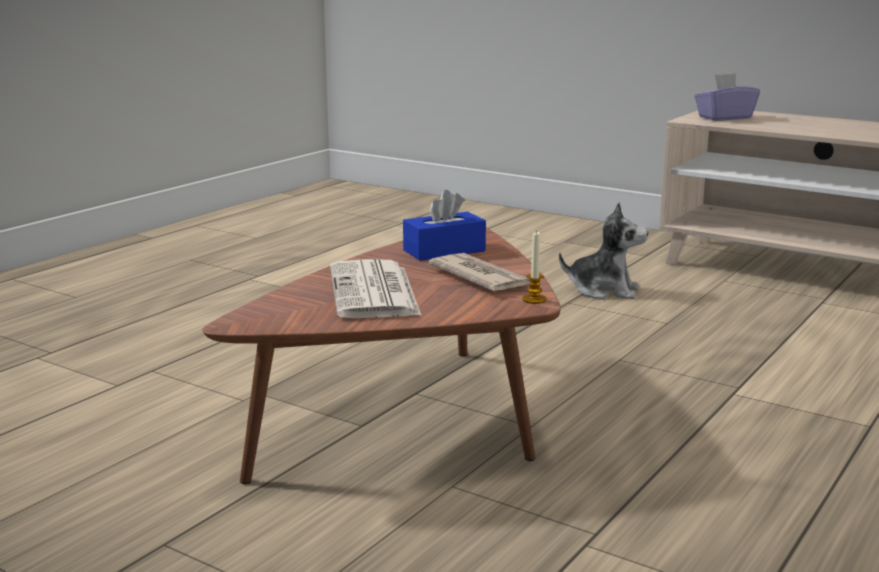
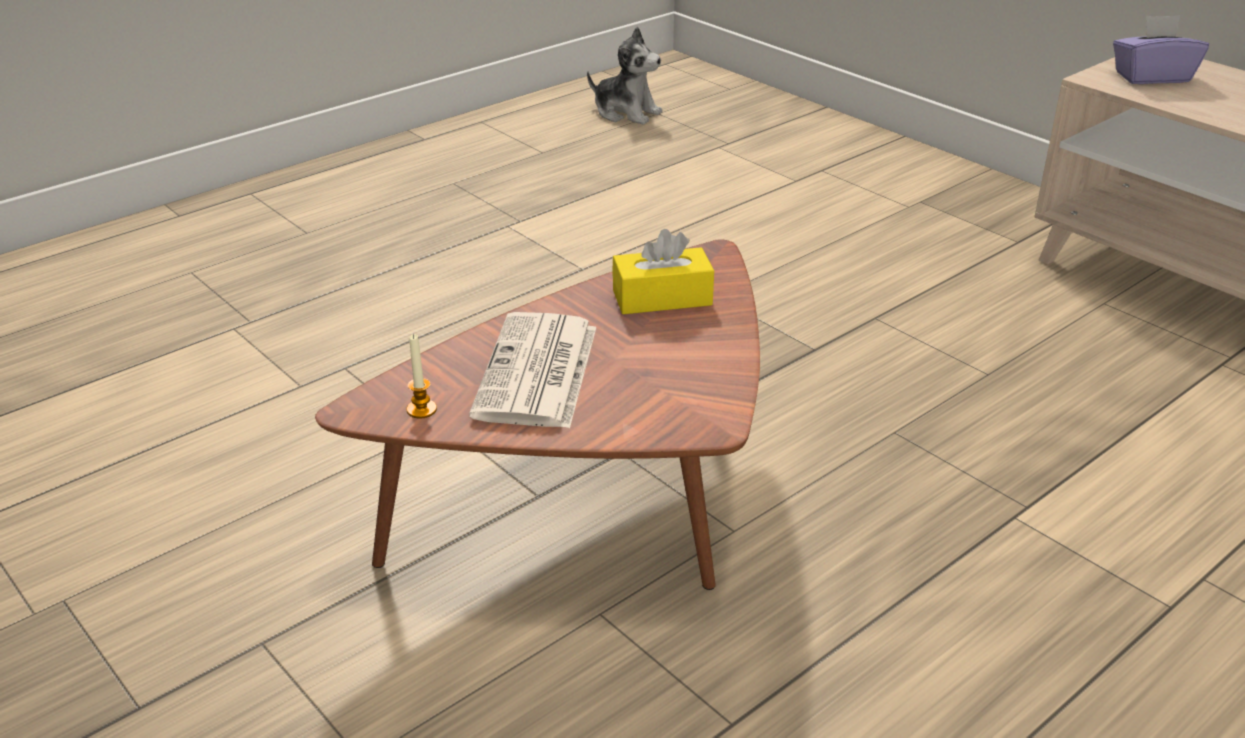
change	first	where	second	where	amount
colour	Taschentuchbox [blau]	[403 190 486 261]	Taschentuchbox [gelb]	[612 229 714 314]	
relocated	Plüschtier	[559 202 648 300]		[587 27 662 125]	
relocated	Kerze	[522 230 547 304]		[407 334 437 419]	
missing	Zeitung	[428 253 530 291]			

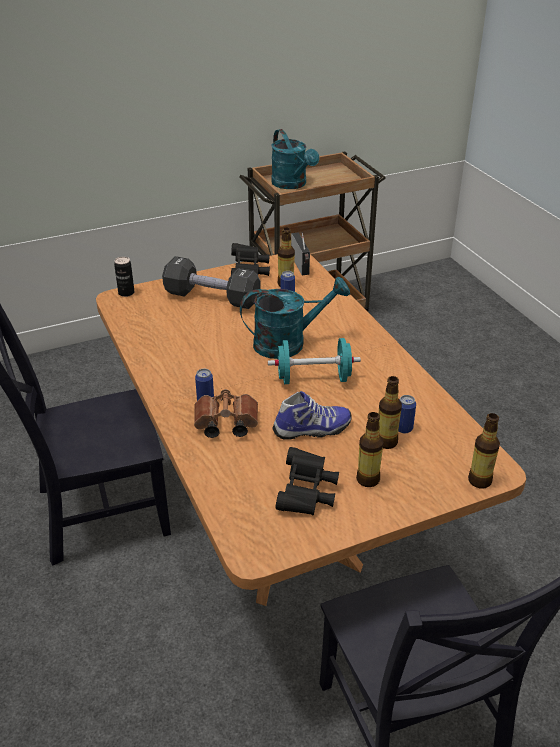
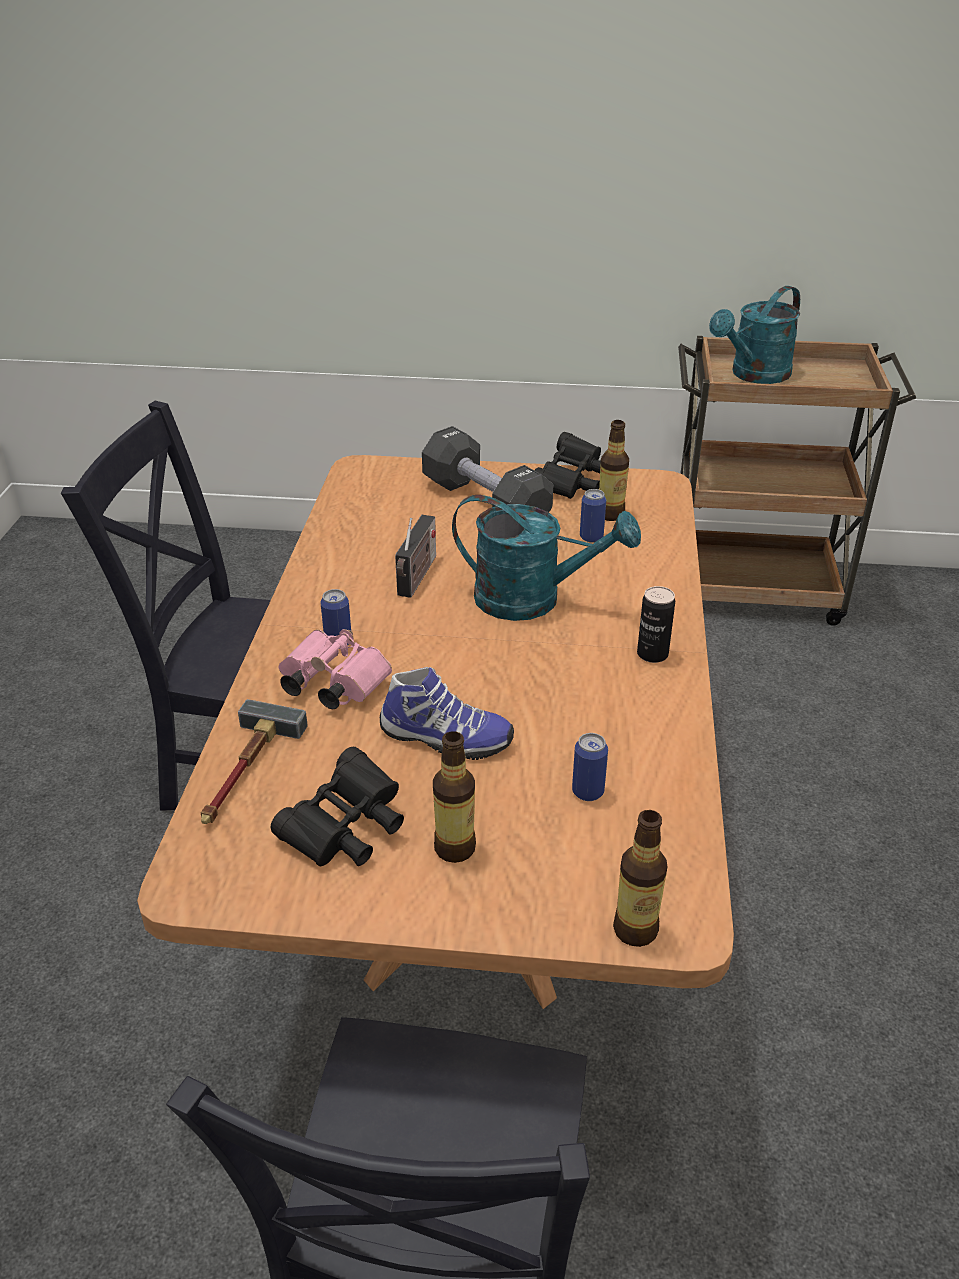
change	first	where	second	where	amount
spun	Gießkanne [türkis]	[271 129 319 189]		[709 286 800 384]	45 degrees clockwise
relocated	Radio	[291 232 310 275]		[395 515 436 598]	
relocated	Dose	[114 257 134 297]		[637 586 675 663]	
missing	Hantel [türkis]	[268 338 361 384]			
missing	Flasche	[379 376 402 449]			
colour	Fernglas [braun]	[194 389 258 438]	Fernglas [rosa]	[279 629 392 709]	
appeared			Hammer	[201 699 308 824]	

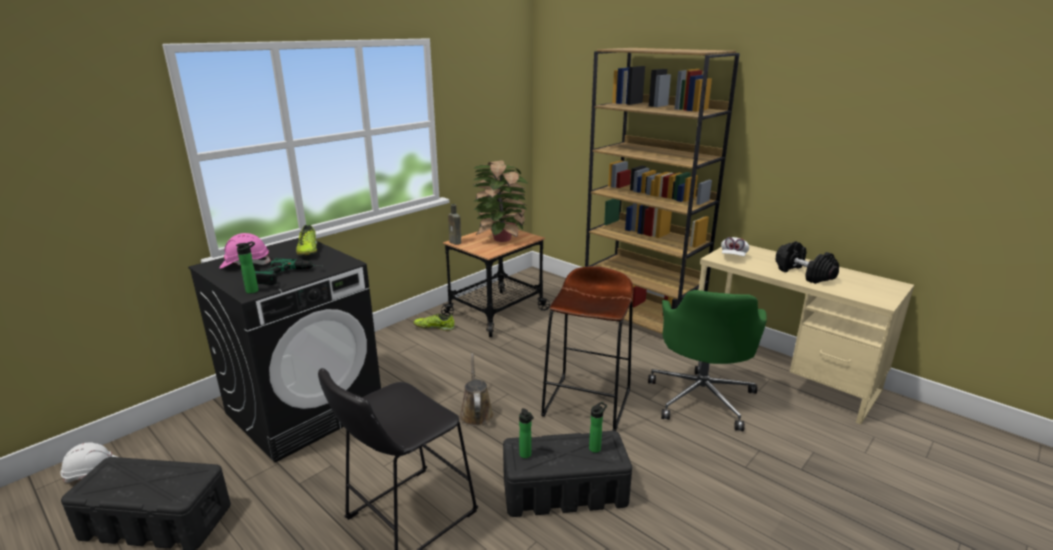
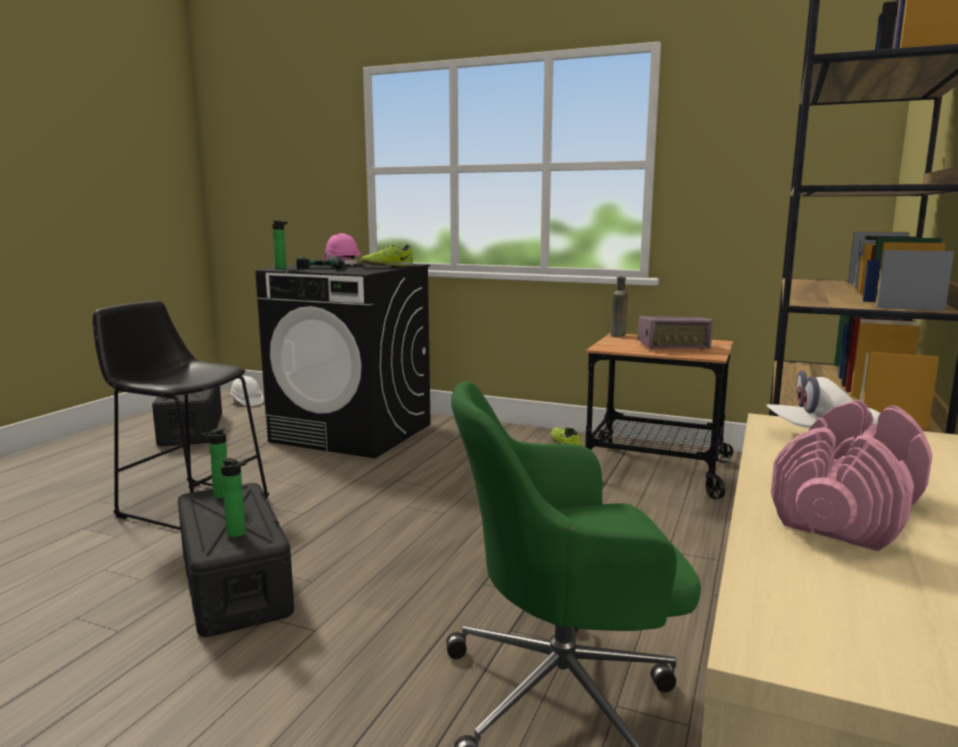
change	first	where	second	where	amount
exchanged	Topfpflanze	[473 160 528 242]	Radio	[637 316 713 349]	
colour	Hantel [schwarz]	[776 241 839 284]	Hantel [rosa]	[771 400 932 551]	
missing	Hocker [braun]	[541 266 633 431]			
missing	Gießkanne [braun]	[459 353 494 426]			

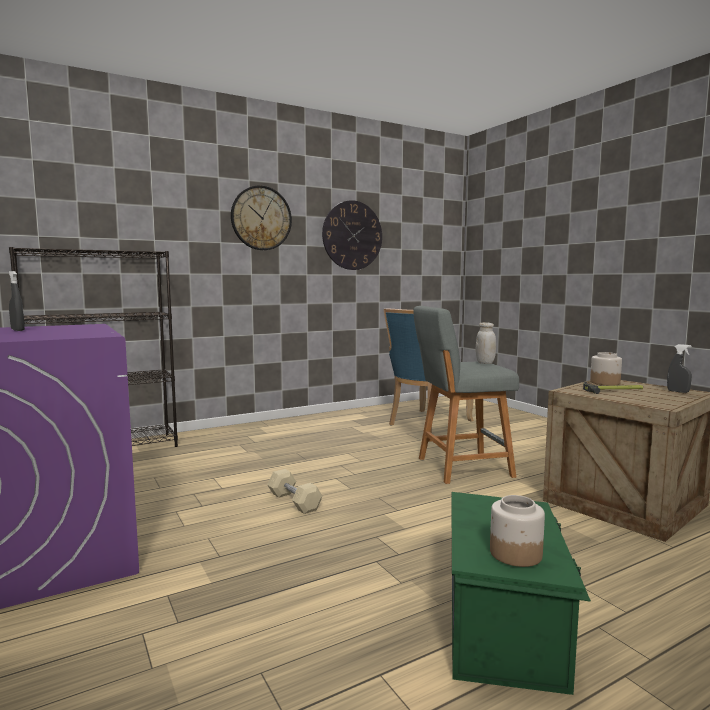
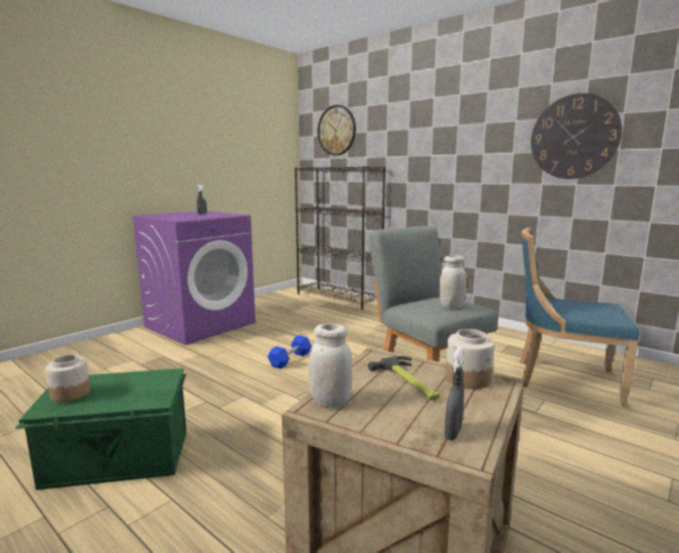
change	first	where	second	where	amount
relocated	Wanduhr	[231 185 292 250]		[318 105 356 156]	
colour	Hantel [beige]	[267 469 323 514]	Hantel [blau]	[268 335 312 369]	
appeared			Vorratsglas [weiß]	[309 323 352 408]	

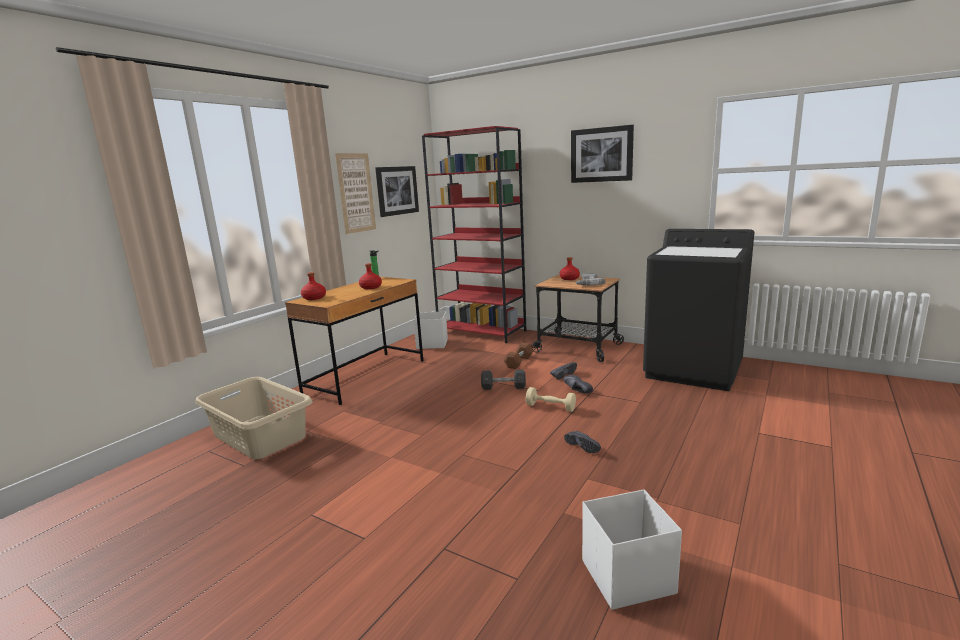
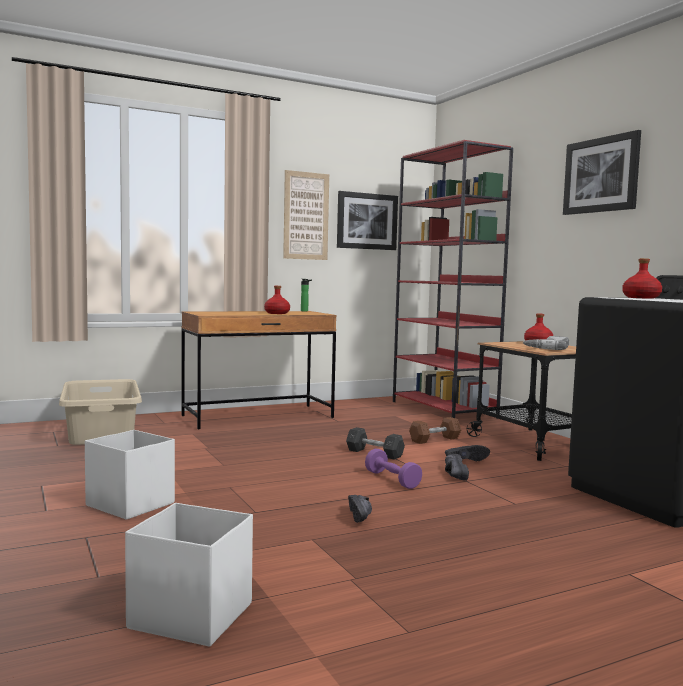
change	first	where	second	where	amount
relocated	Flasche [rot]	[301 272 326 300]		[622 258 662 299]	
relocated	Aufbewahrungsbox [weiß]	[414 312 448 349]		[85 430 175 520]	
colour	Hantel [beige]	[526 387 576 412]	Hantel [lila]	[365 449 422 489]	

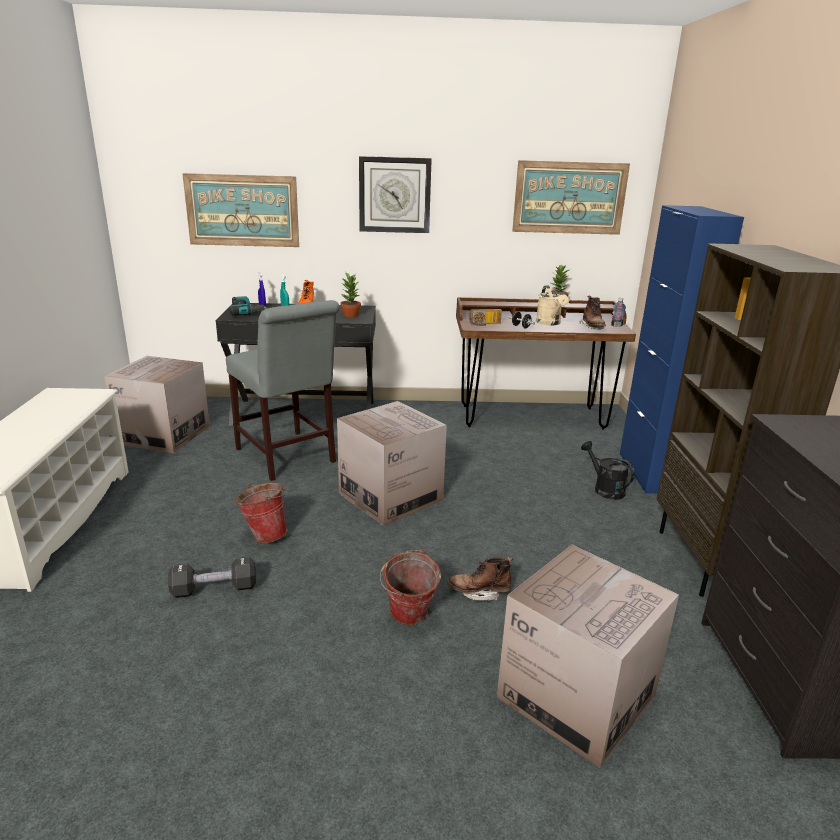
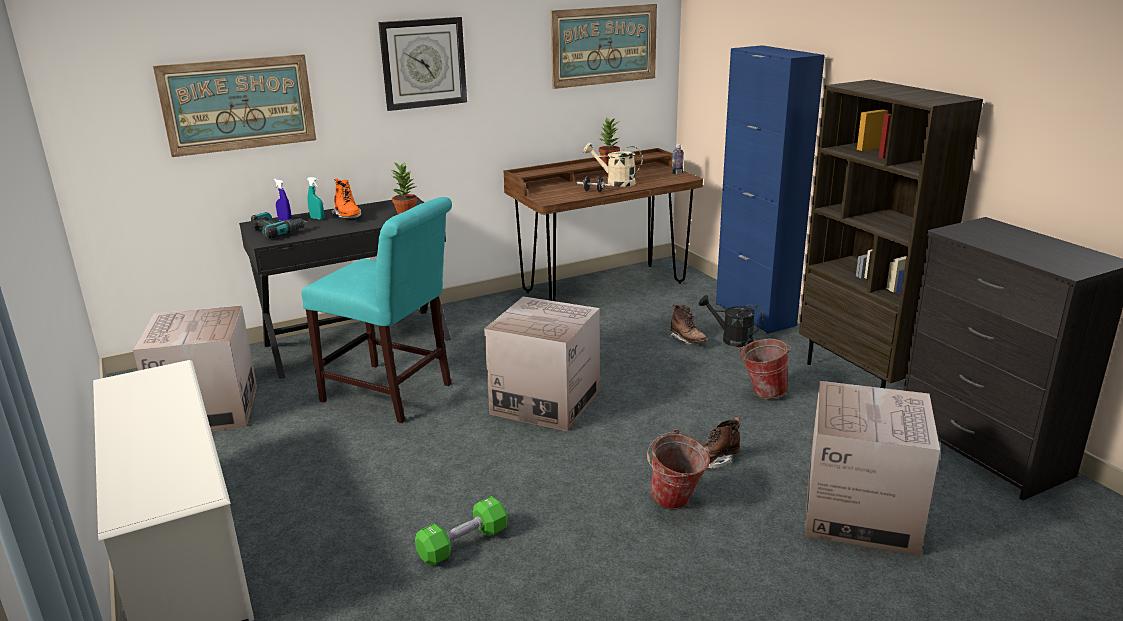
change	first	where	second	where	amount
spun	Gießkanne [beige]	[536 285 569 325]		[583 143 643 187]	150 degrees clockwise
relocated	Stiefel [braun]	[580 295 606 330]		[670 304 708 345]	
colour	Stuhl [grau]	[226 300 339 481]	Stuhl [türkis]	[301 197 452 423]	
missing	Radio	[469 309 502 326]			
relocated	Eimer	[235 482 288 543]		[739 338 791 399]	
colour	Hantel [schwarz]	[168 557 256 598]	Hantel [grün]	[415 496 507 566]	

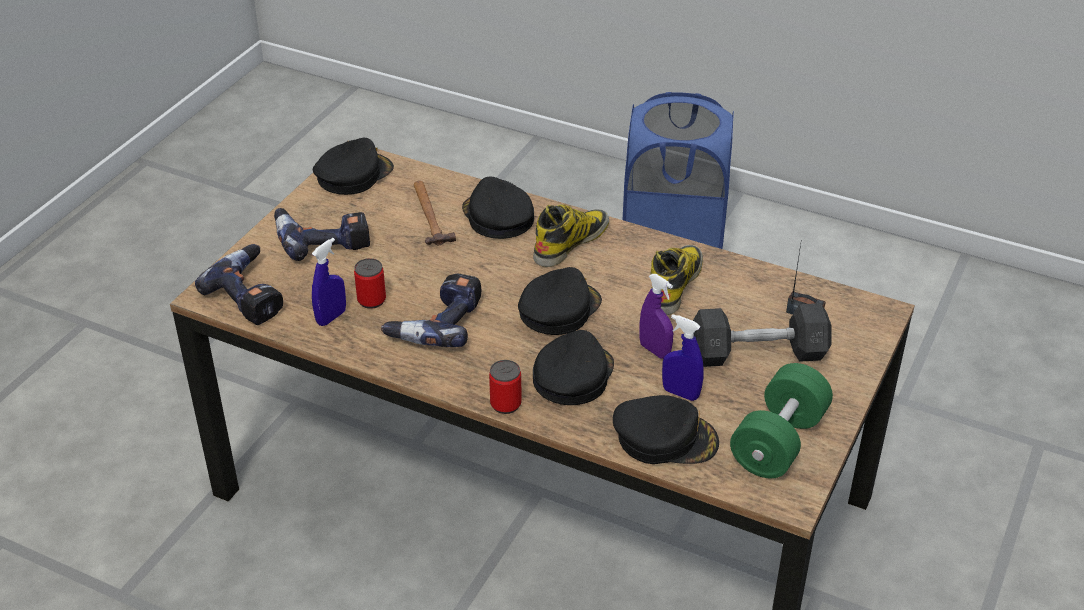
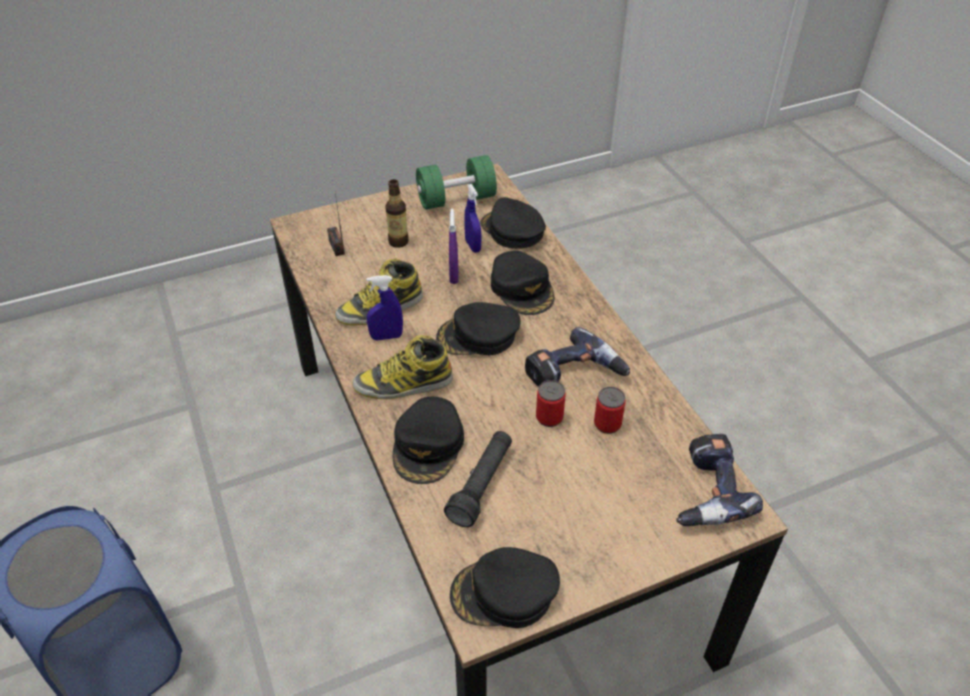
change	first	where	second	where	amount
exchanged	Hammer	[414 181 456 245]	Taschenlampe [schwarz]	[444 431 512 527]	
missing	Bohrmaschine	[274 208 370 261]			
relocated	Sprühflasche [blau]	[312 238 346 326]		[366 275 403 341]	
exchanged	Hantel [grau]	[693 303 832 367]	Flasche	[385 179 409 248]	
spun	Kappe [schwarz]	[533 330 614 405]		[491 251 554 315]	90 degrees counterclockwise
relocated	Dose	[489 360 522 414]		[536 380 566 427]	

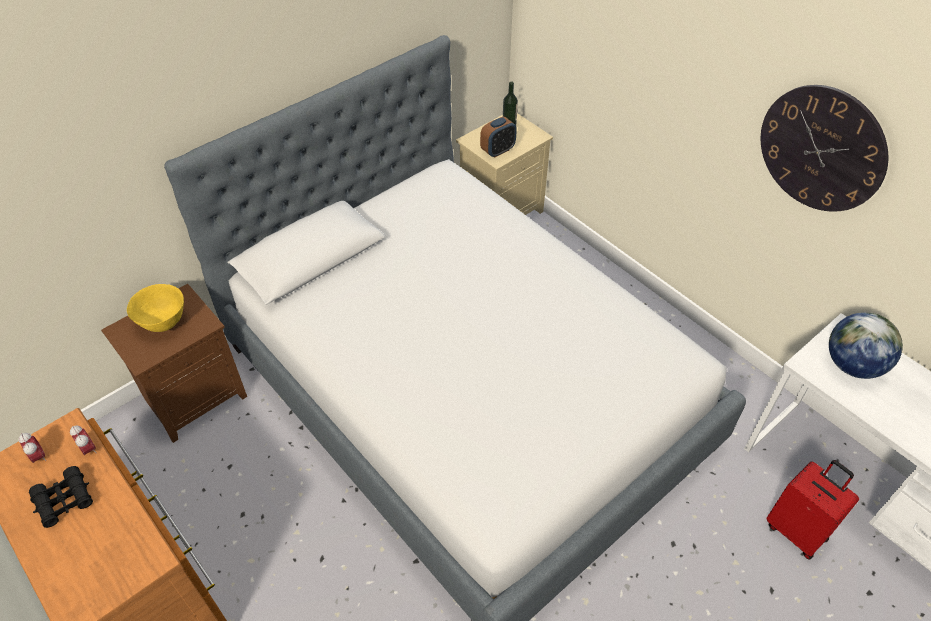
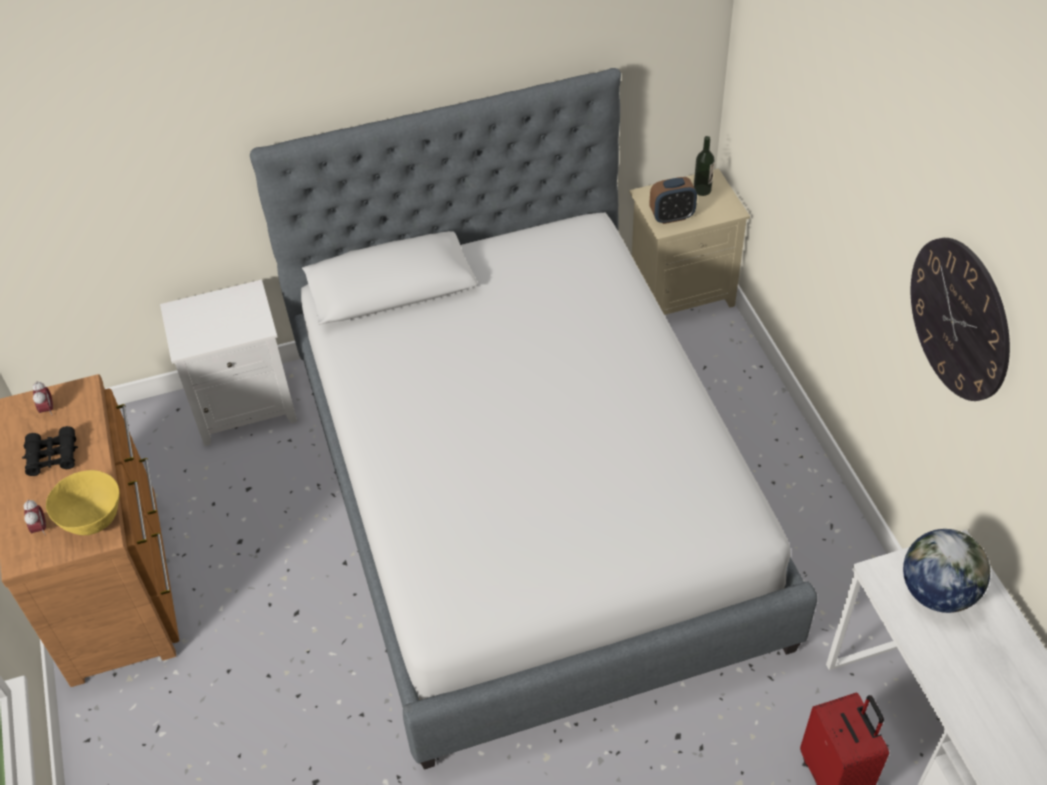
change	first	where	second	where	amount
colour	Nachttisch [braun]	[101 284 247 443]	Nachttisch [weiß]	[160 280 297 446]	
relocated	Schüssel [gelb]	[127 284 184 332]		[46 470 120 535]	
relocated	Wecker	[70 426 97 455]		[24 500 46 535]	

